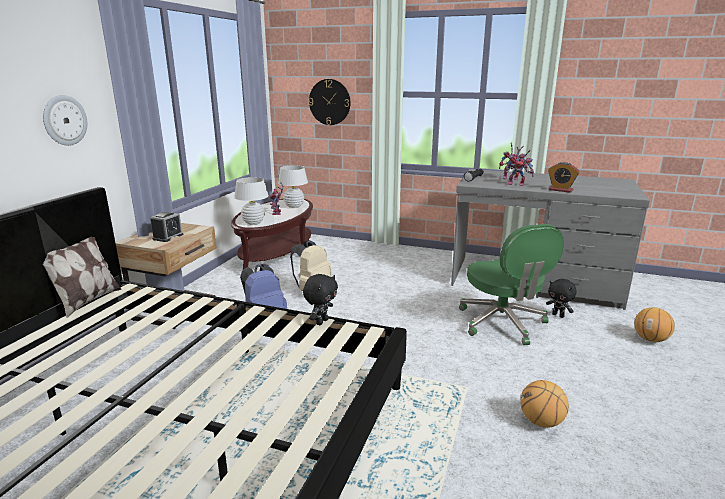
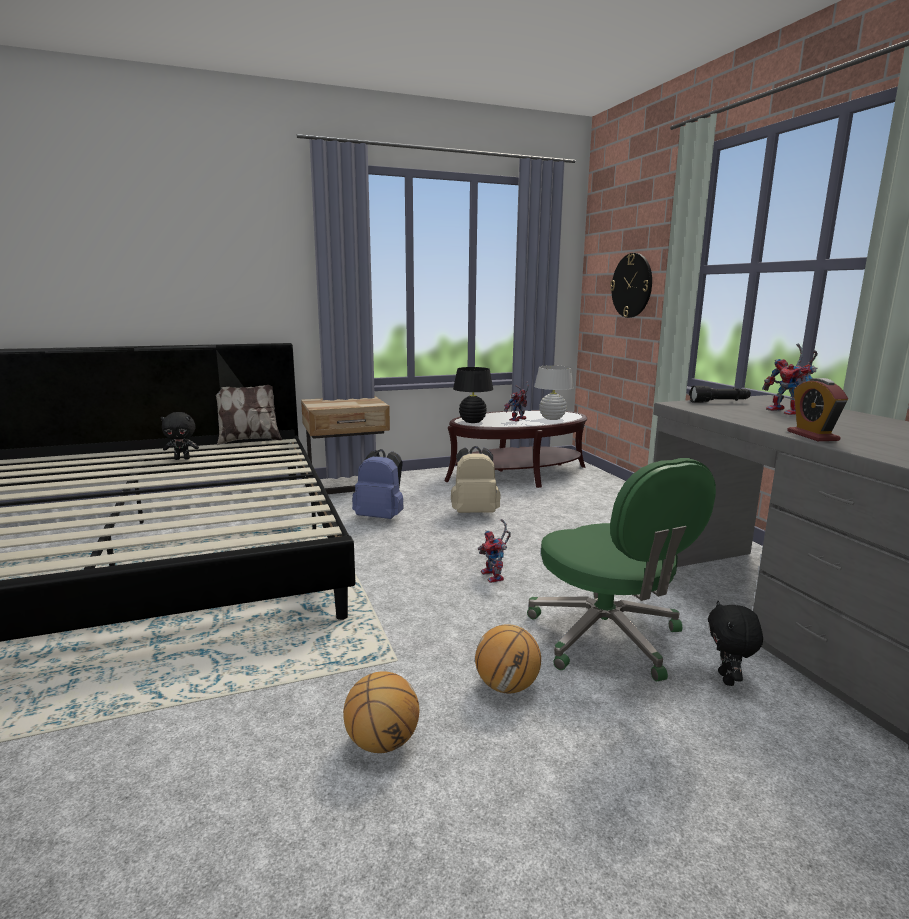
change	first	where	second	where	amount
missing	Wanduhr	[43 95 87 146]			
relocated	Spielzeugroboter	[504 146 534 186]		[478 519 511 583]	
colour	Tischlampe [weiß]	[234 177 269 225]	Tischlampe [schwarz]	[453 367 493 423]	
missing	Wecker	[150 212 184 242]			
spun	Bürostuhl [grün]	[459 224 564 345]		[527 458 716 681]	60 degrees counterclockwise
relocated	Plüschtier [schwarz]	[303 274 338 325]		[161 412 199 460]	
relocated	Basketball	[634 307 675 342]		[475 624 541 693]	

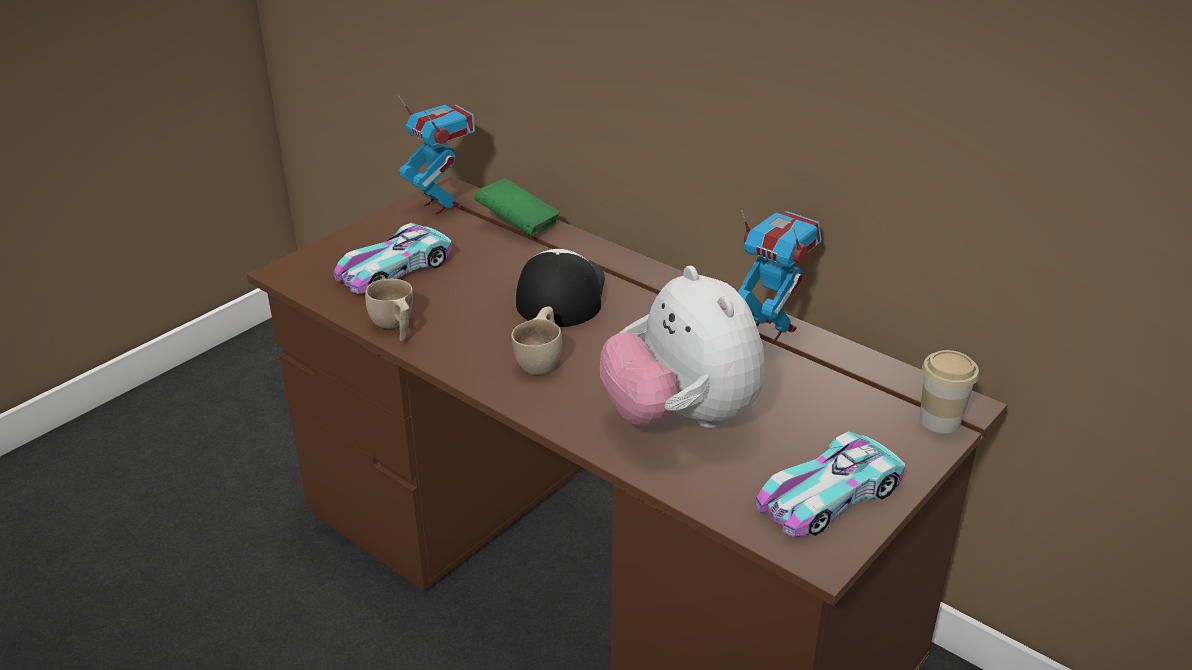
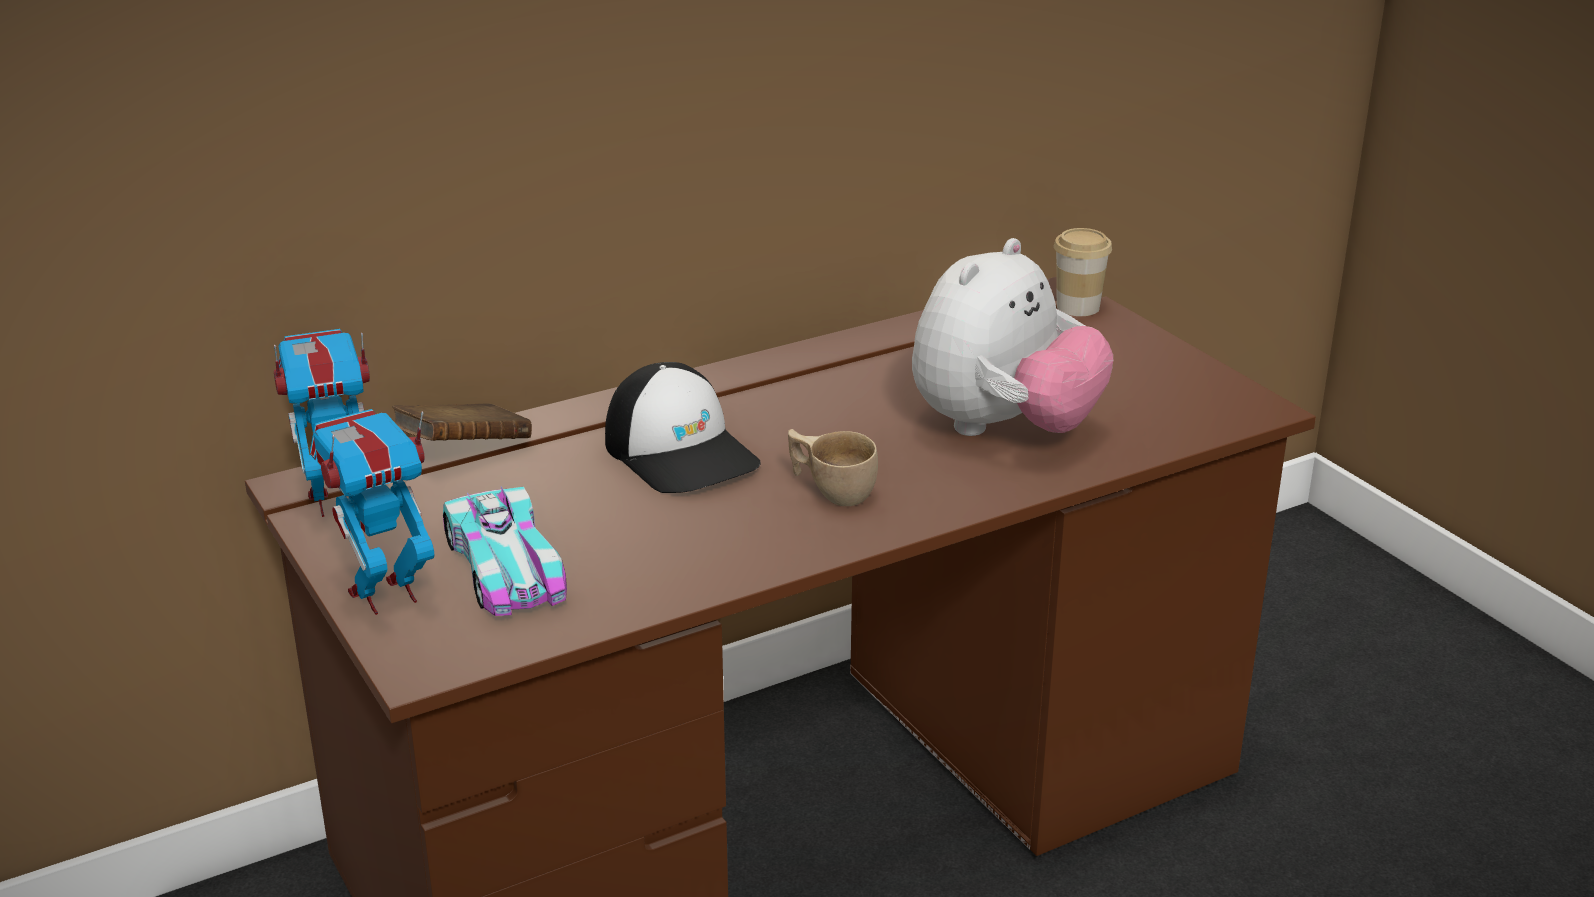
change	first	where	second	where	amount
colour	Buch [grün]	[474 178 560 236]	Buch [braun]	[393 404 532 441]	
relocated	Spielzeugroboter	[737 210 822 342]		[310 409 434 615]	
spun	Kappe	[516 249 605 327]		[605 362 761 493]	150 degrees counterclockwise
spun	Plüschtier	[600 266 765 428]		[912 238 1113 436]	45 degrees counterclockwise
missing	Tasse [beige]	[365 279 413 341]			
missing	Spielzeugauto	[755 431 905 537]			

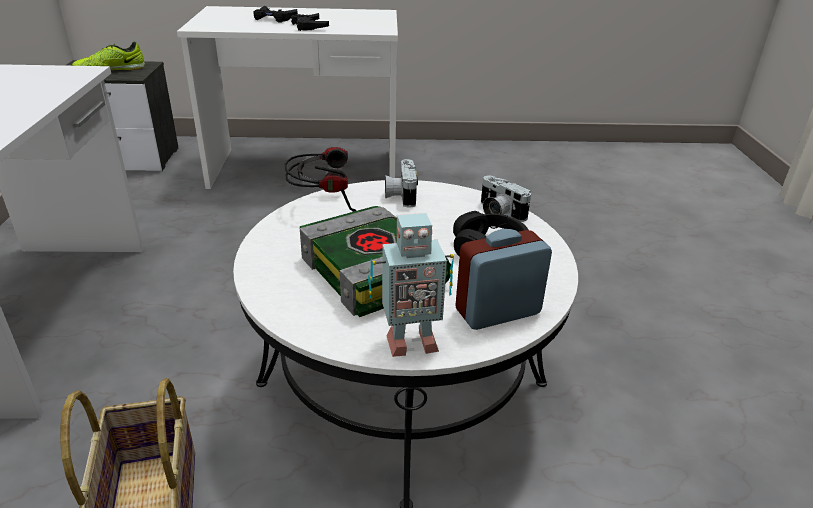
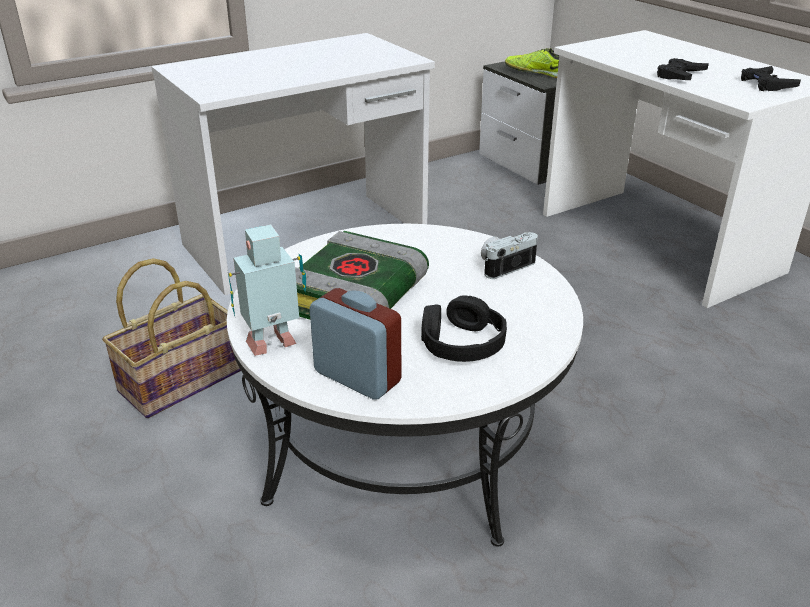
change	first	where	second	where	amount
relocated	Gamepad [schwarz]	[253 6 298 23]		[741 66 801 91]	
missing	Kopfhörer	[285 147 356 212]			
missing	Kamera	[481 175 531 222]			
spun	Spielzeugroboter	[368 213 454 357]		[228 225 306 356]	105 degrees clockwise

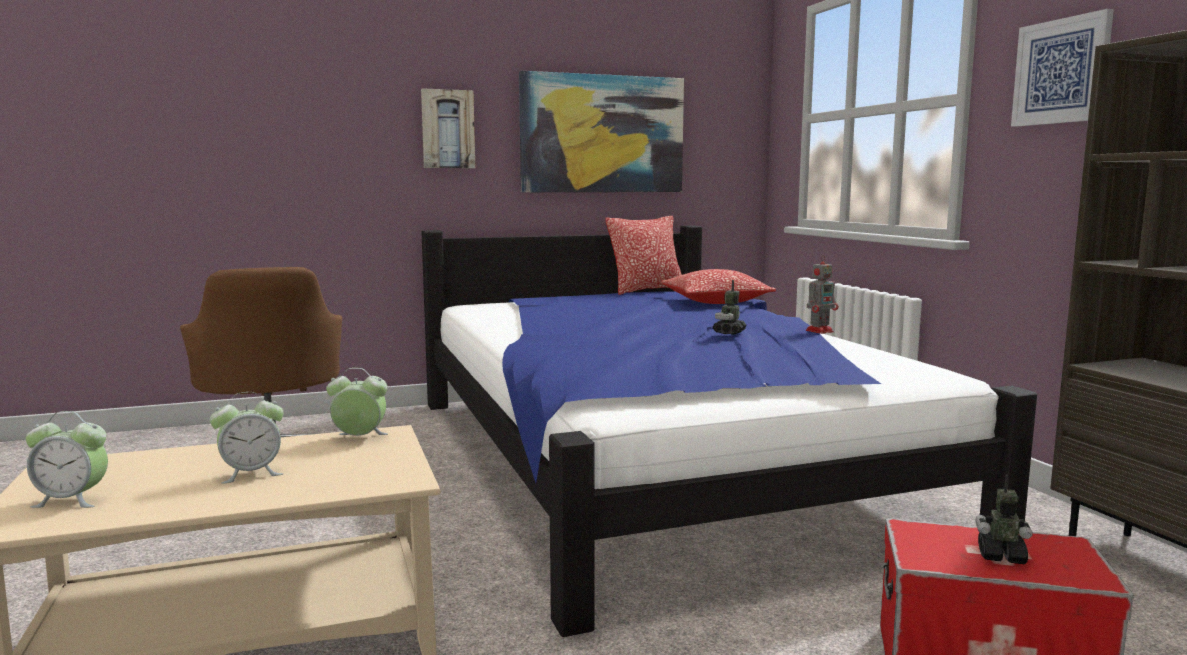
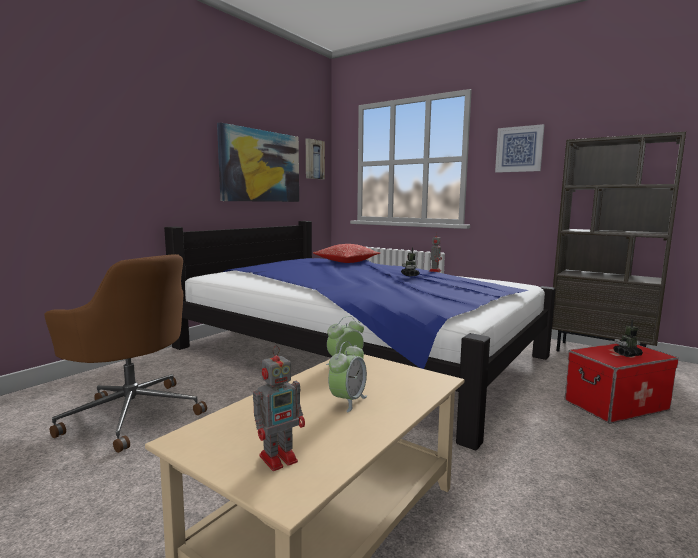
change	first	where	second	where	amount
relocated	Bild	[421 88 475 168]		[306 138 325 179]	
missing	Kissen	[605 216 682 295]			
exchanged	Wecker	[26 411 108 508]	Spielzeugroboter	[253 345 305 471]	

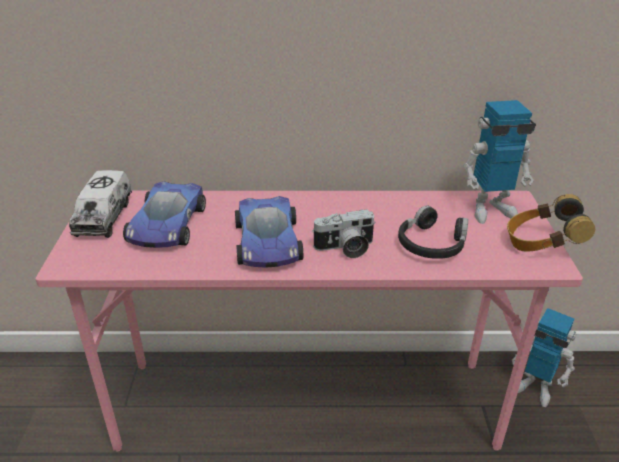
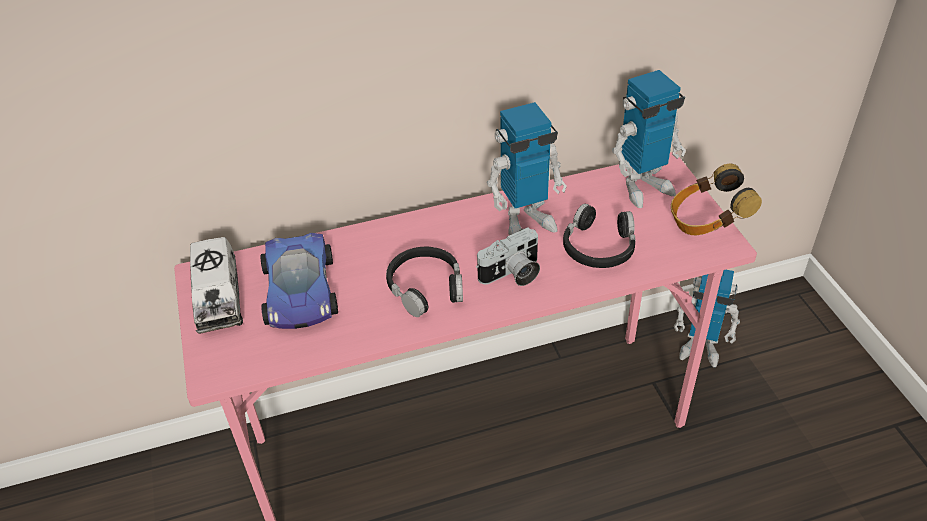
change	first	where	second	where	amount
exchanged	Spielzeugauto	[235 196 303 268]	Kopfhörer [schwarz]	[386 247 463 317]	
appeared			Spielzeugroboter	[487 102 567 235]	

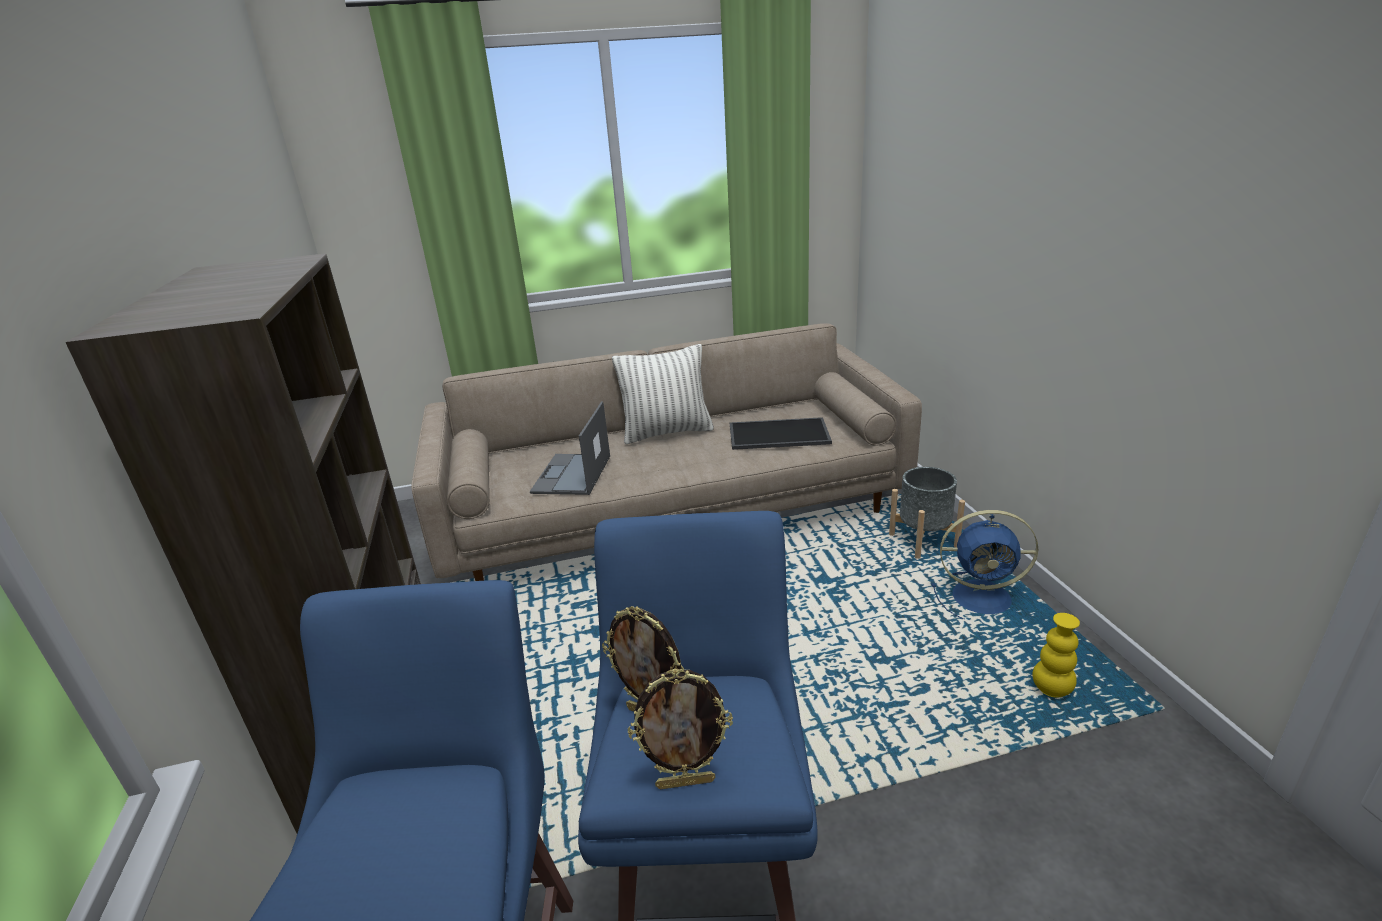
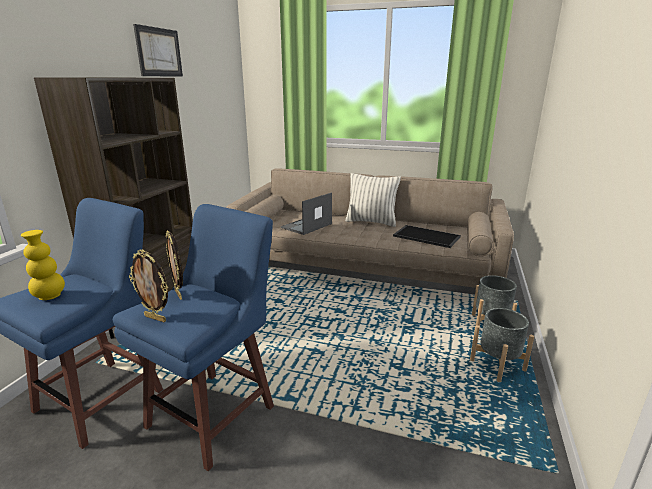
change	first	where	second	where	amount
exchanged	Ventilator [blau]	[931 510 1038 619]	Pflanzkübel [grau]	[470 308 534 382]	
relocated	Vase [gelb]	[1032 613 1080 698]		[21 230 65 300]	
appeared			Bild	[133 24 183 77]	

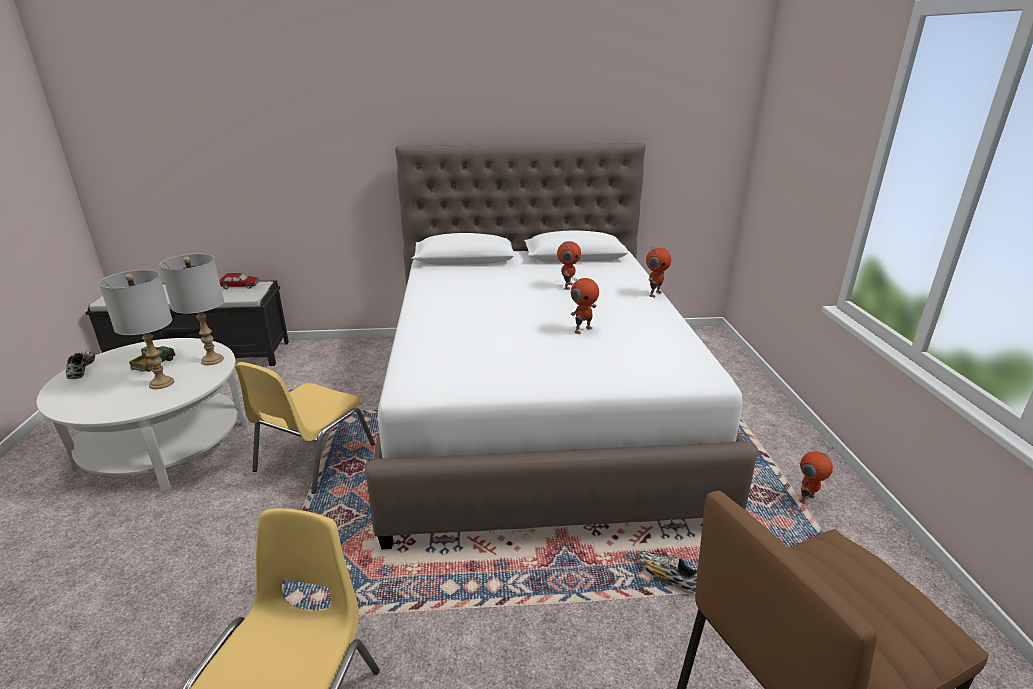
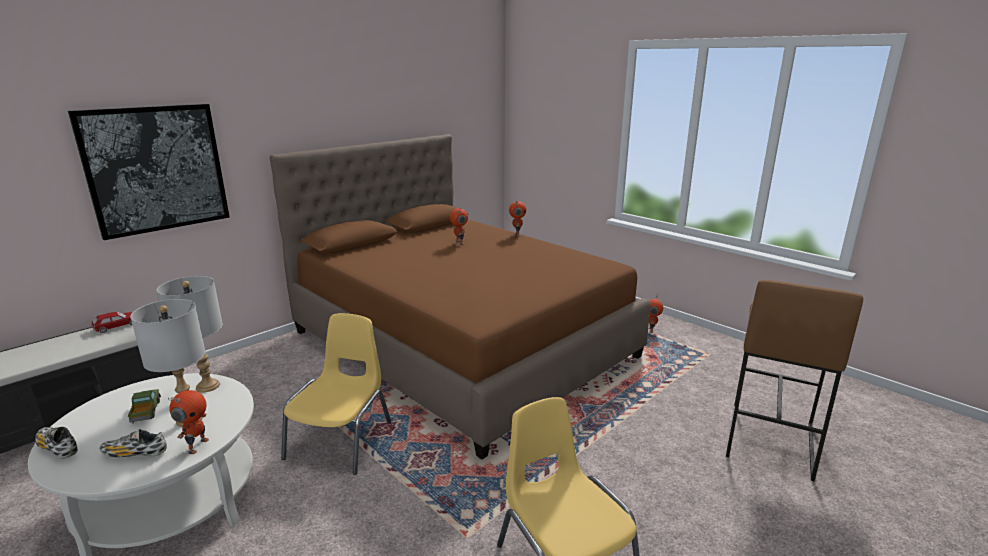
change	first	where	second	where	amount
colour	Bett [weiß]	[365 143 758 550]	Bett [braun]	[270 134 651 460]	
relocated	Spielzeugroboter	[570 277 599 334]		[168 390 209 454]	
spun	Stuhl [gelb]	[235 362 375 494]		[281 313 391 475]	150 degrees counterclockwise
relocated	Schuh	[638 551 698 593]		[100 429 167 458]	
appeared			Bild	[68 104 229 240]	

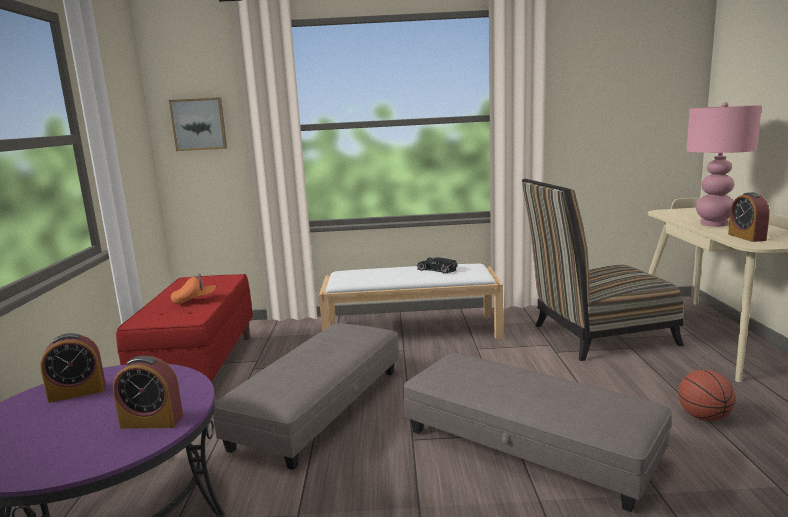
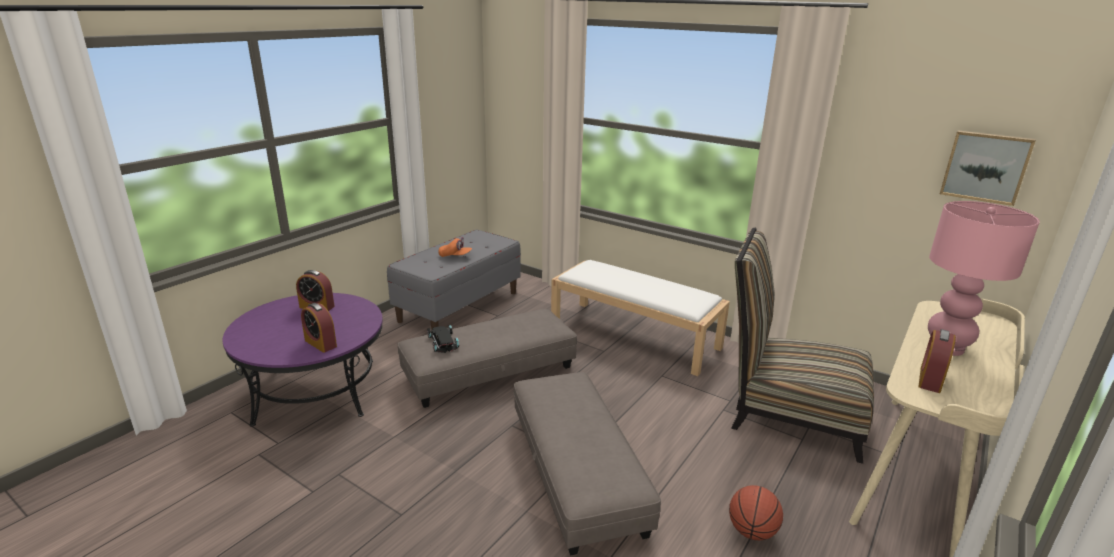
change	first	where	second	where	amount
relocated	Bild	[169 97 227 151]		[940 130 1036 206]	
relocated	Spielzeugauto [schwarz]	[417 257 458 273]		[427 325 459 353]	
colour	Bank [rot]	[116 274 253 382]	Bank [grau]	[387 230 521 329]	

